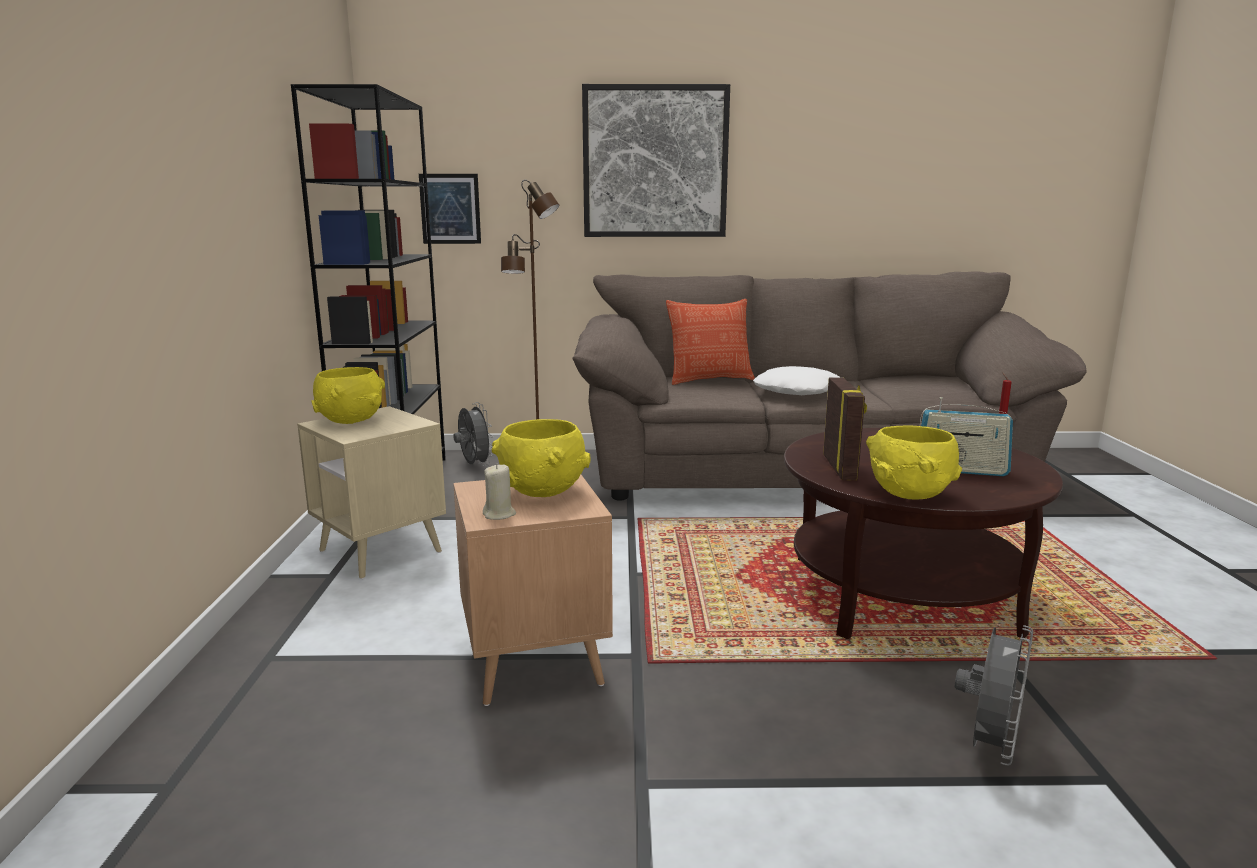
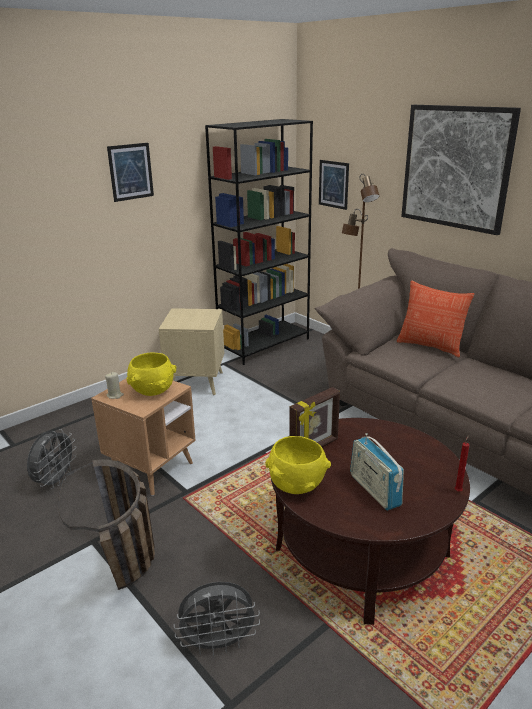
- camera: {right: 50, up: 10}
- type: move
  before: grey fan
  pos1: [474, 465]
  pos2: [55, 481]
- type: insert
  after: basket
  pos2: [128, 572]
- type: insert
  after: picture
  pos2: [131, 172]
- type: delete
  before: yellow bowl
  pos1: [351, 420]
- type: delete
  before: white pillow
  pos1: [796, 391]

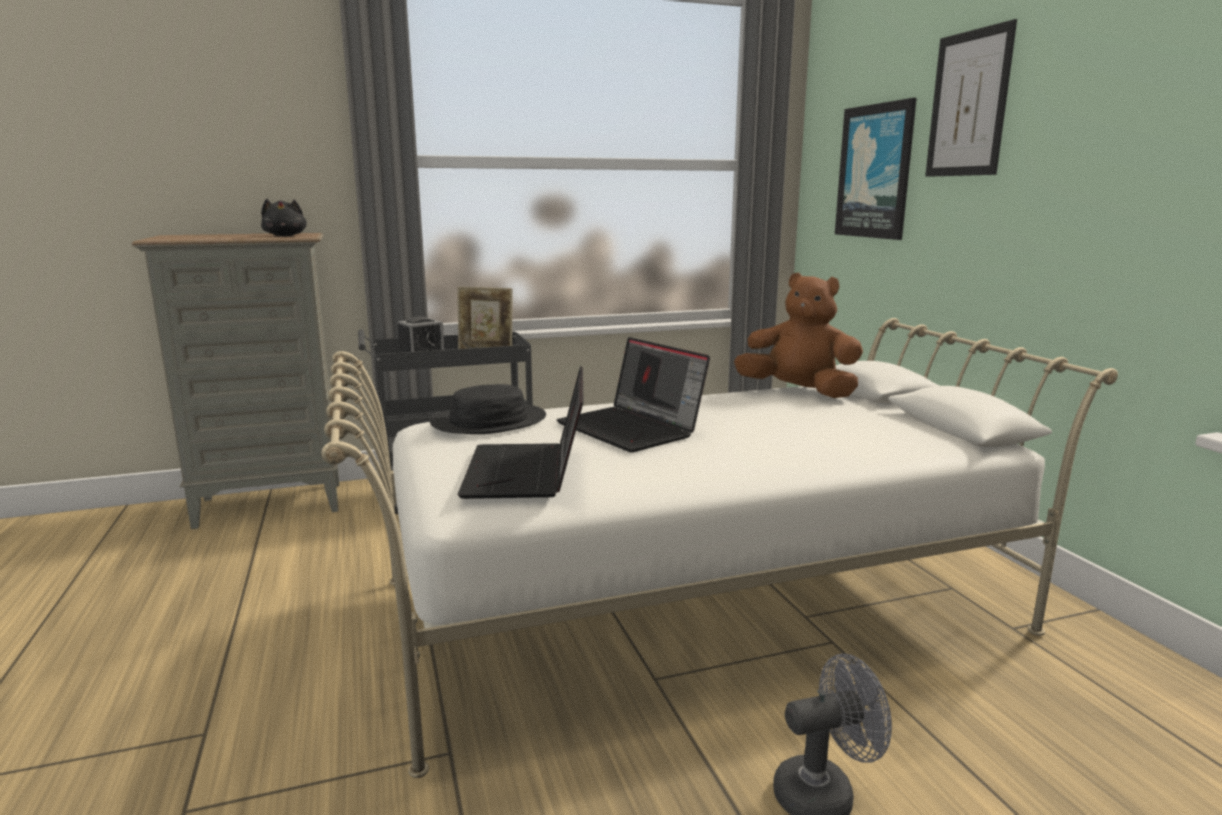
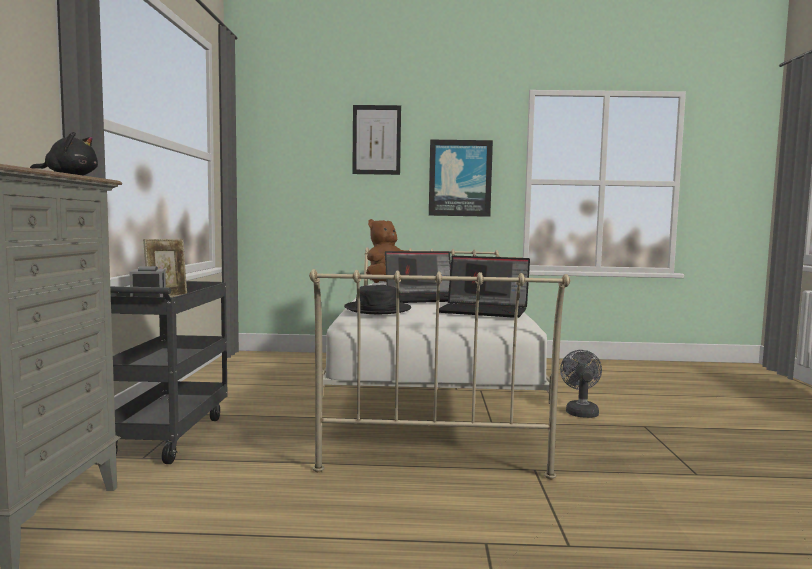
- camera: {right: -70, up: -10}
- type: move
  before: picture
  pos1: [875, 171]
  pos2: [460, 178]

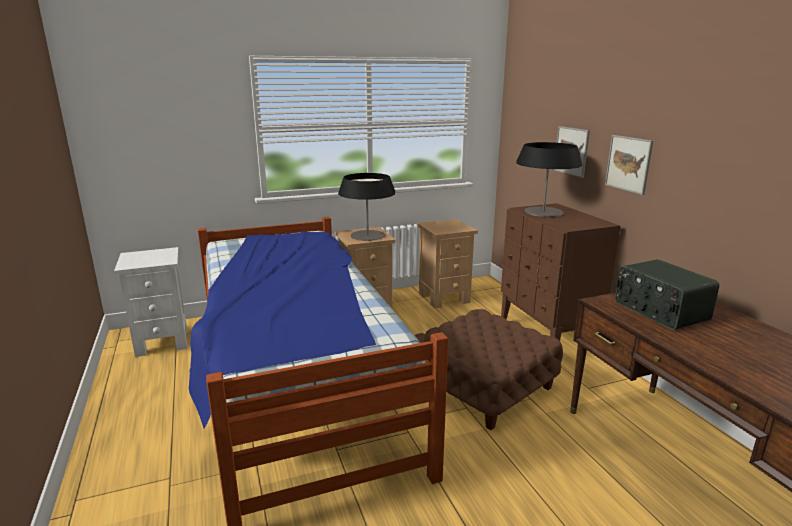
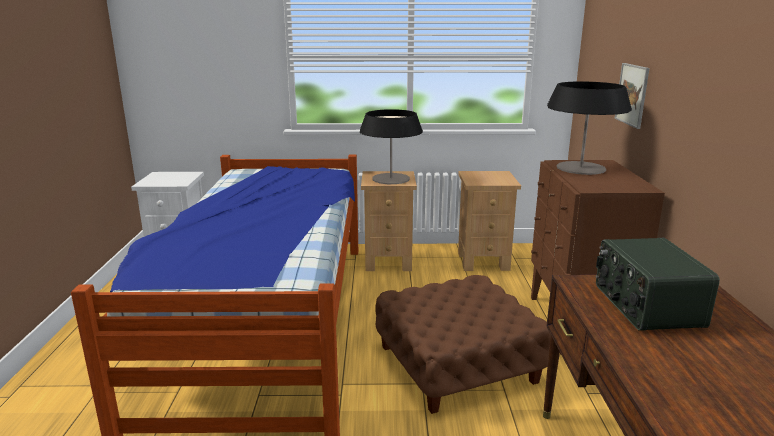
- camera: {right: 20, up: 0}
- type: delete
  before: picture
  pos1: [628, 164]

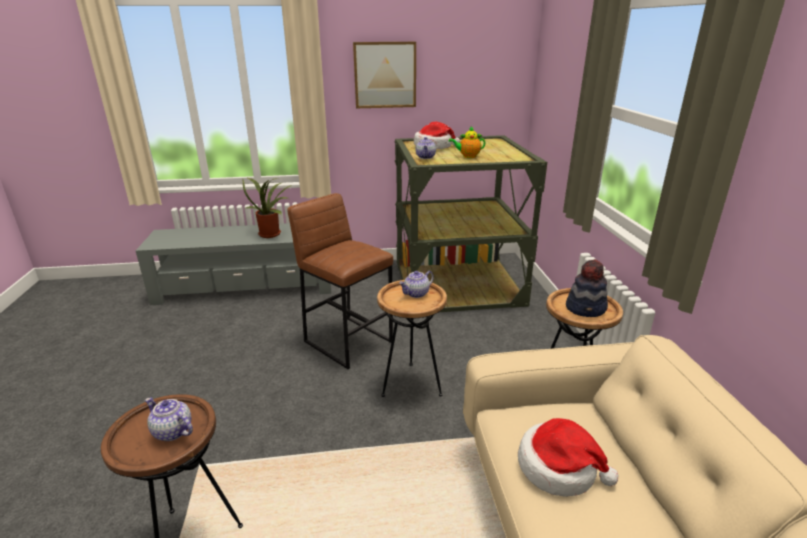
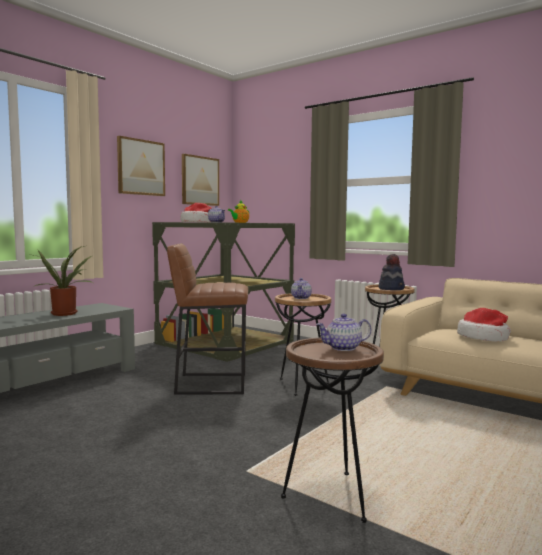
- camera: {right: -45, up: -20}
- type: insert
  after: picture
  pos2: [200, 181]

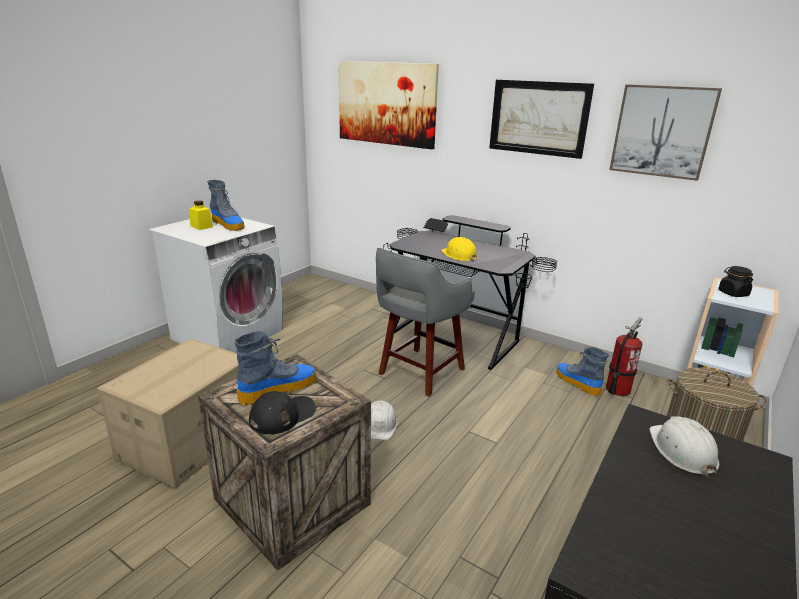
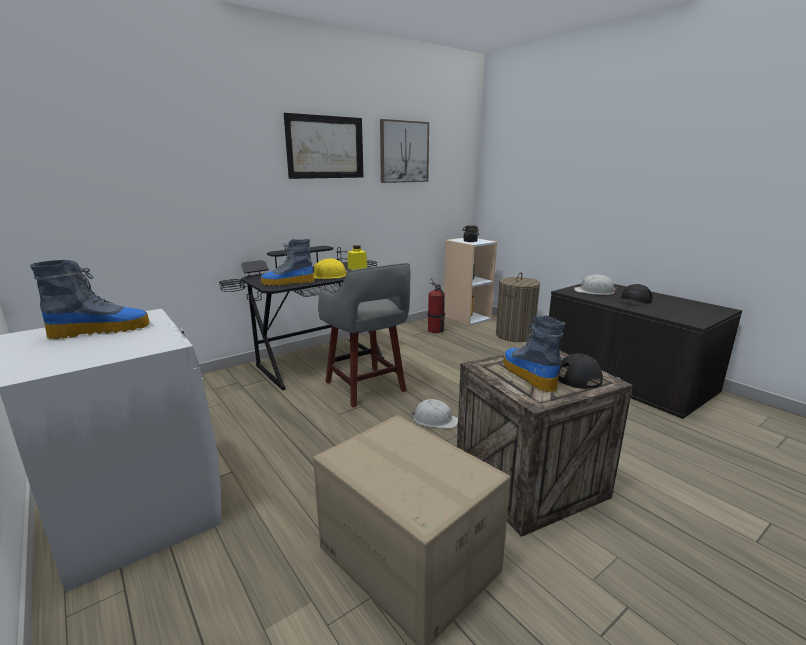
- camera: {right: -70, up: -5}
- type: move
  before: boot
  pos1: [576, 382]
  pos2: [287, 283]
- type: move
  before: yellow jar
  pos1: [201, 226]
  pos2: [357, 268]
- type: insert
  after: black cap
  pos2: [634, 301]
- type: delete
  before: picture
  pos1: [386, 103]

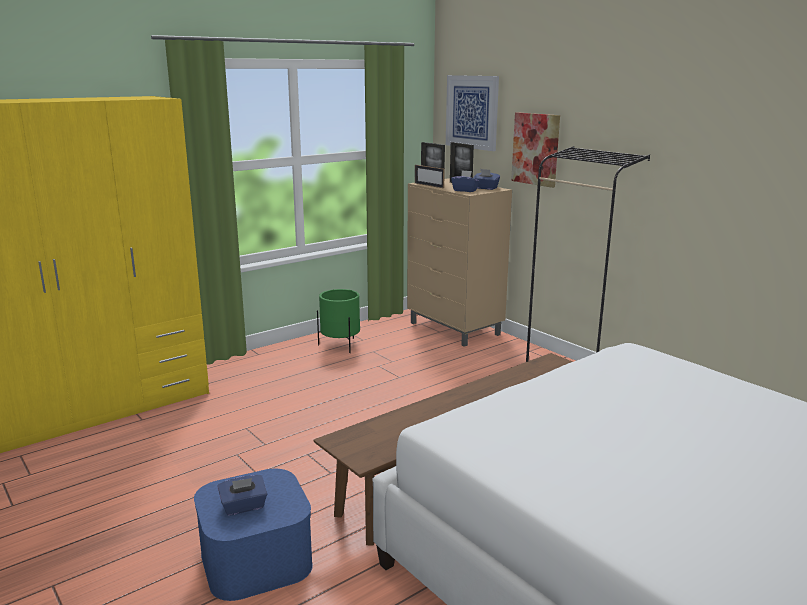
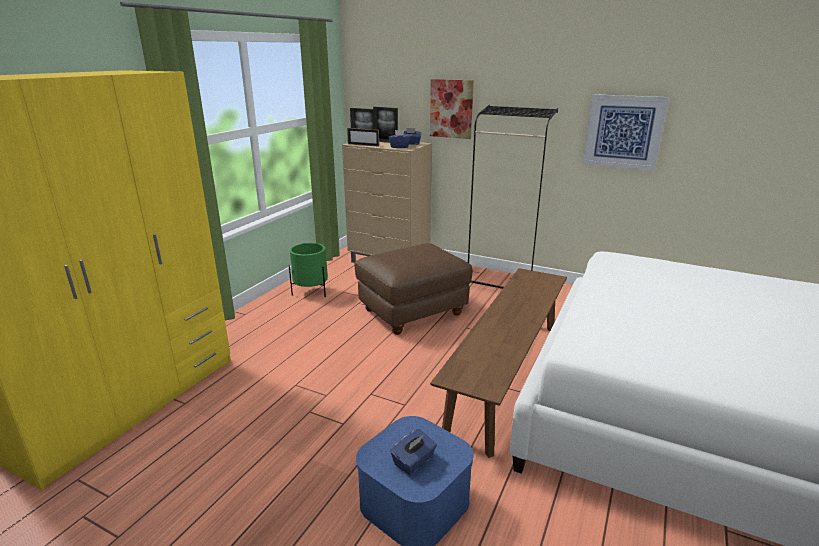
- camera: {right: -25, up: 5}
- type: insert
  after: brown ottoman
  pos2: [413, 310]
- type: move
  before: picture
  pos1: [472, 112]
  pos2: [623, 132]

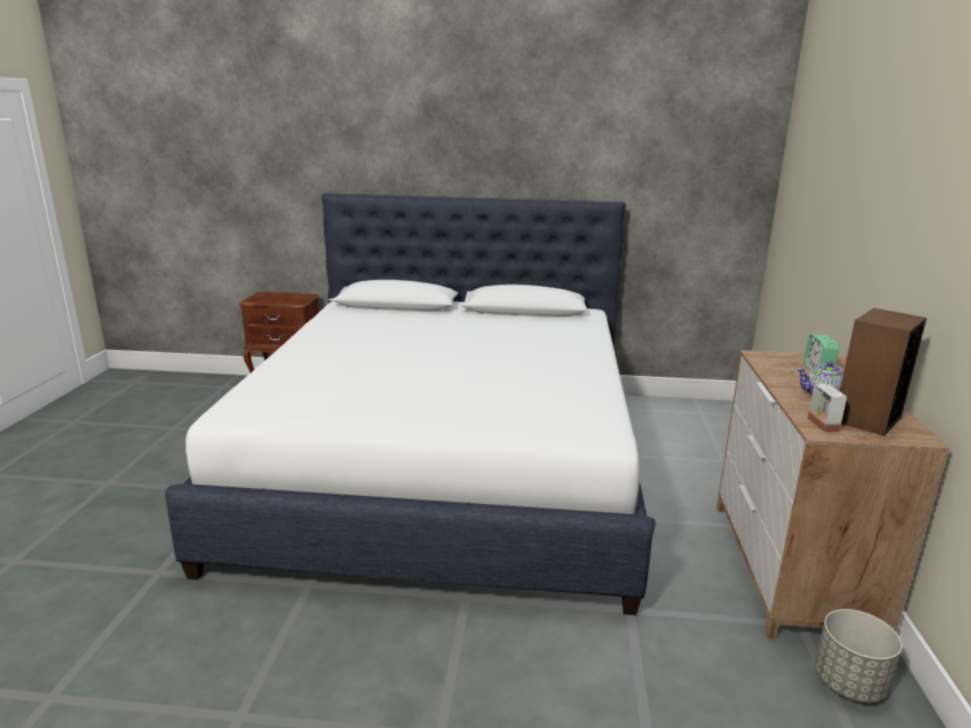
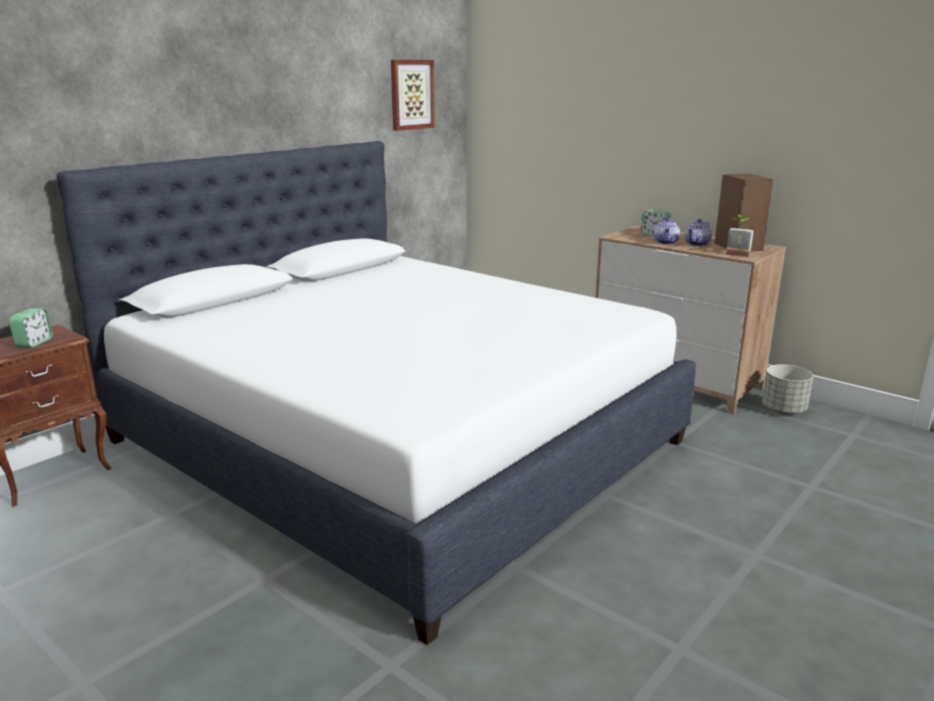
- camera: {right: -55, up: 0}
- type: insert
  after: alarm clock
  pos2: [34, 343]
- type: insert
  after: picture
  pos2: [411, 94]
- type: insert
  after: teapot
  pos2: [666, 242]

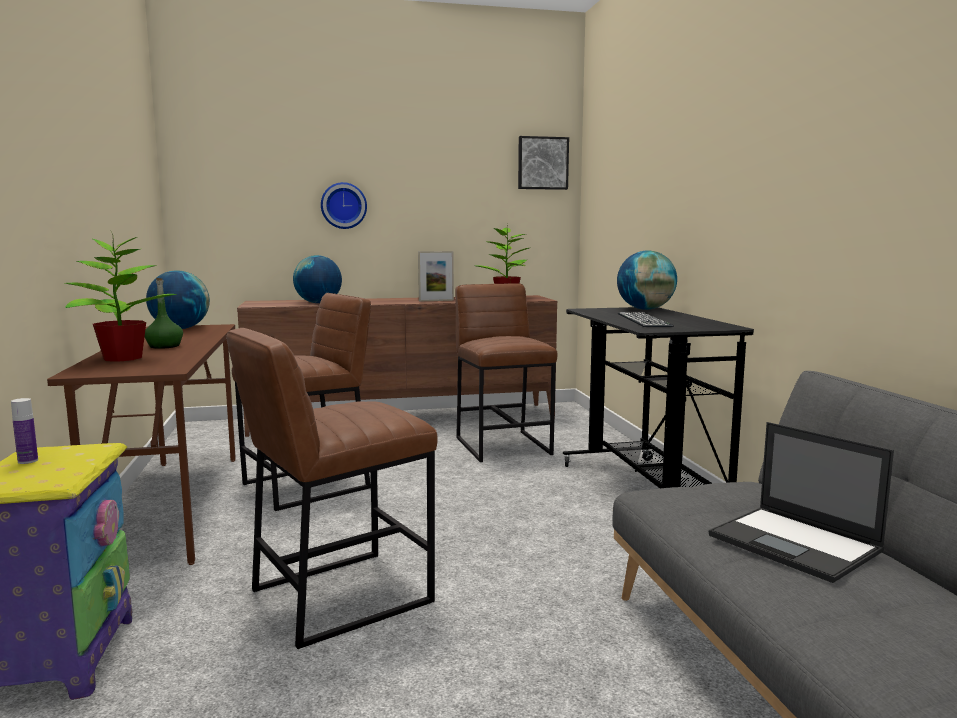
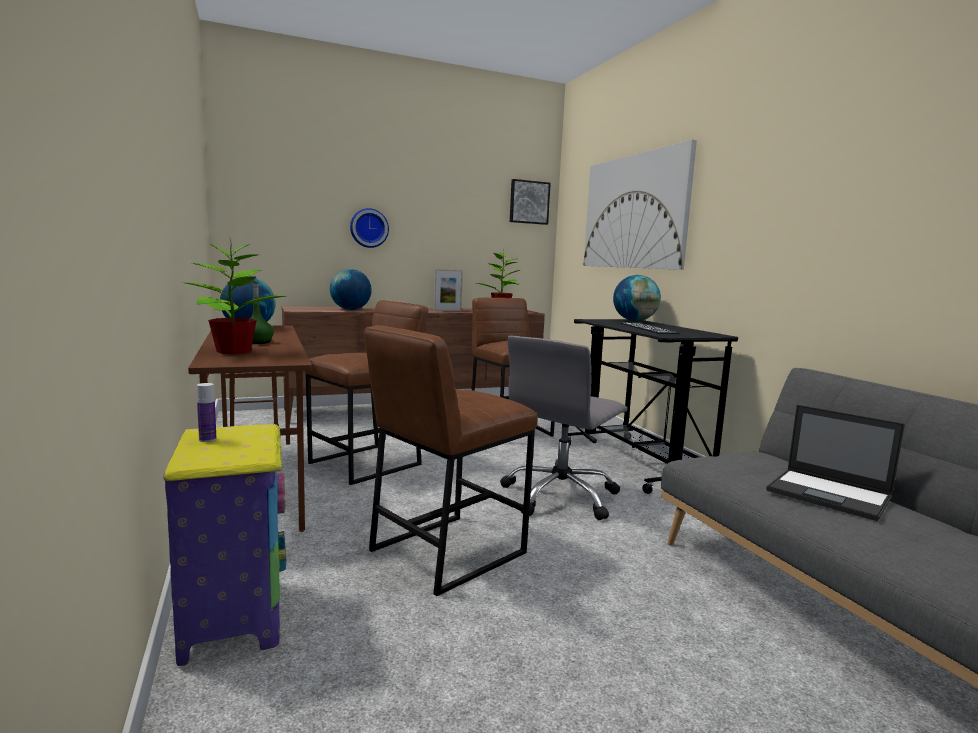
- camera: {right: -10, up: 0}
- type: insert
  after: grey office chair
  pos2: [560, 496]
- type: insert
  after: picture
  pos2: [634, 212]

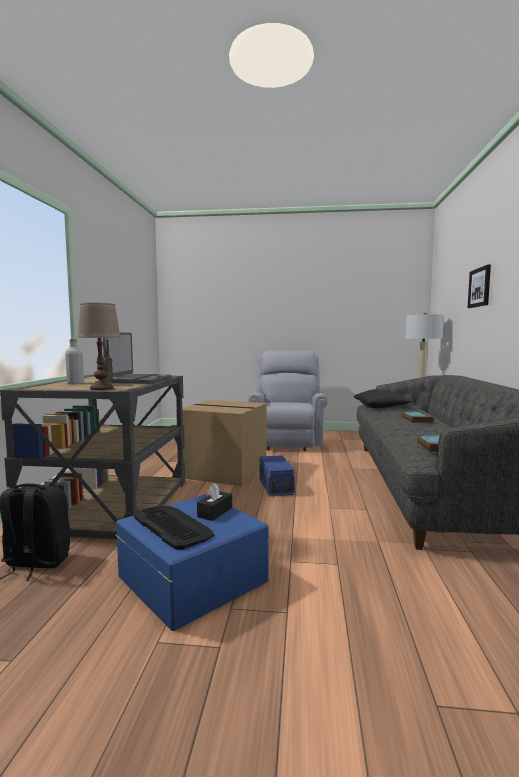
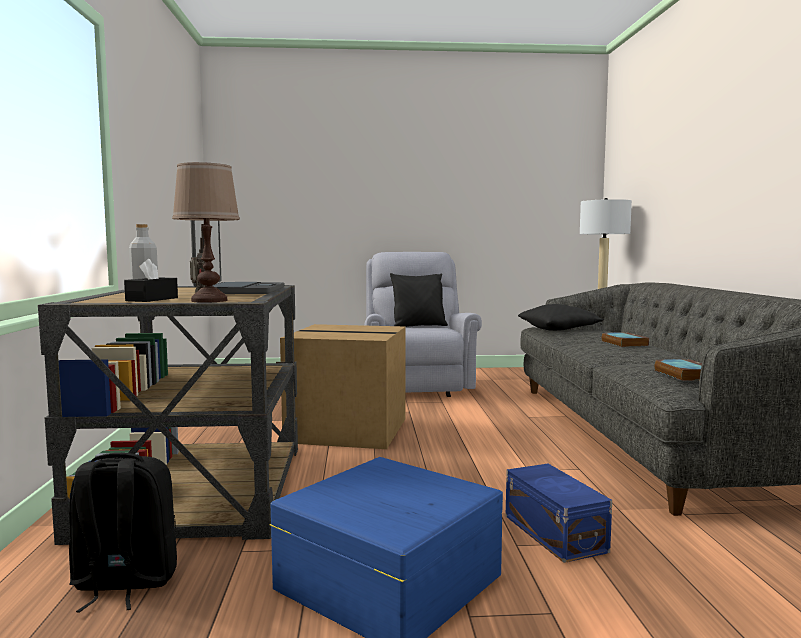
- camera: {right: -10, up: 0}
- type: move
  before: black tissue box
  pos1: [215, 512]
  pos2: [152, 299]
- type: insert
  after: black pillow
  pos2: [418, 326]
- type: move
  before: blue storage box
  pos1: [276, 486]
  pos2: [554, 532]
- type: delete
  before: keyboard
  pos1: [172, 526]
- type: delete
  before: picture
  pos1: [480, 287]

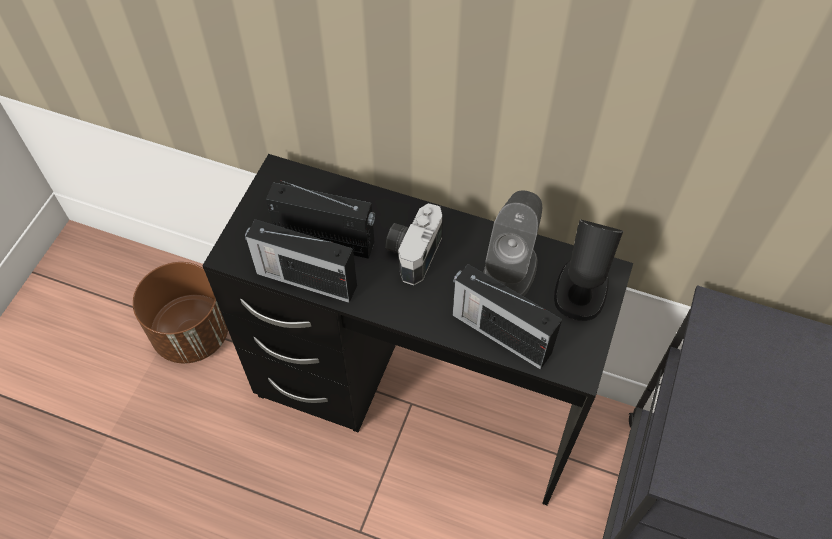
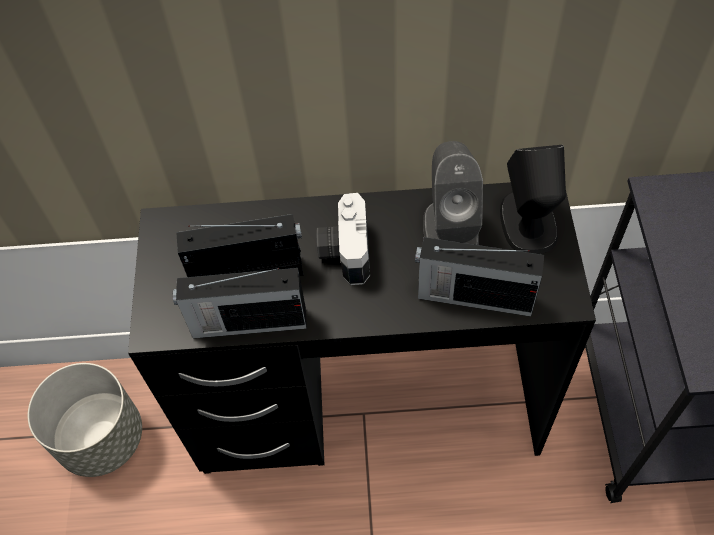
- camera: {right: -20, up: 0}
- type: recolor
  before: brown planter
  after: grey planter
  pos1: [192, 333]
  pos2: [102, 437]

